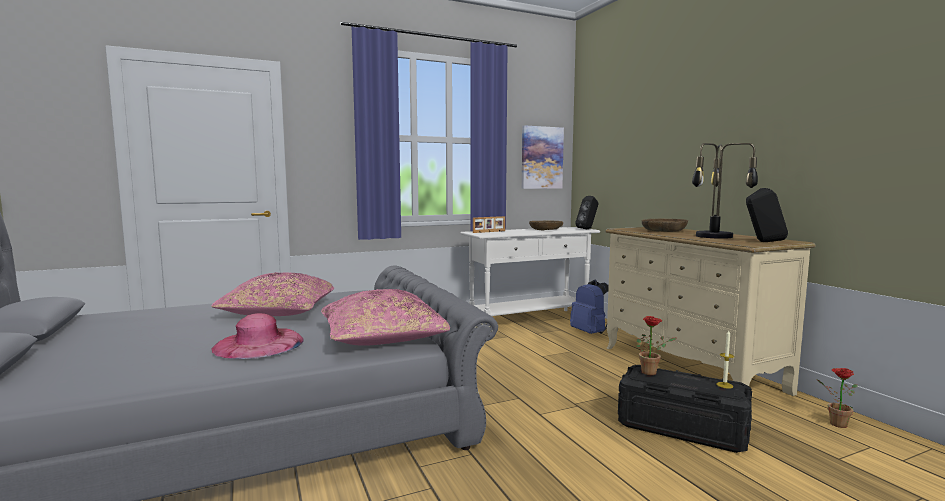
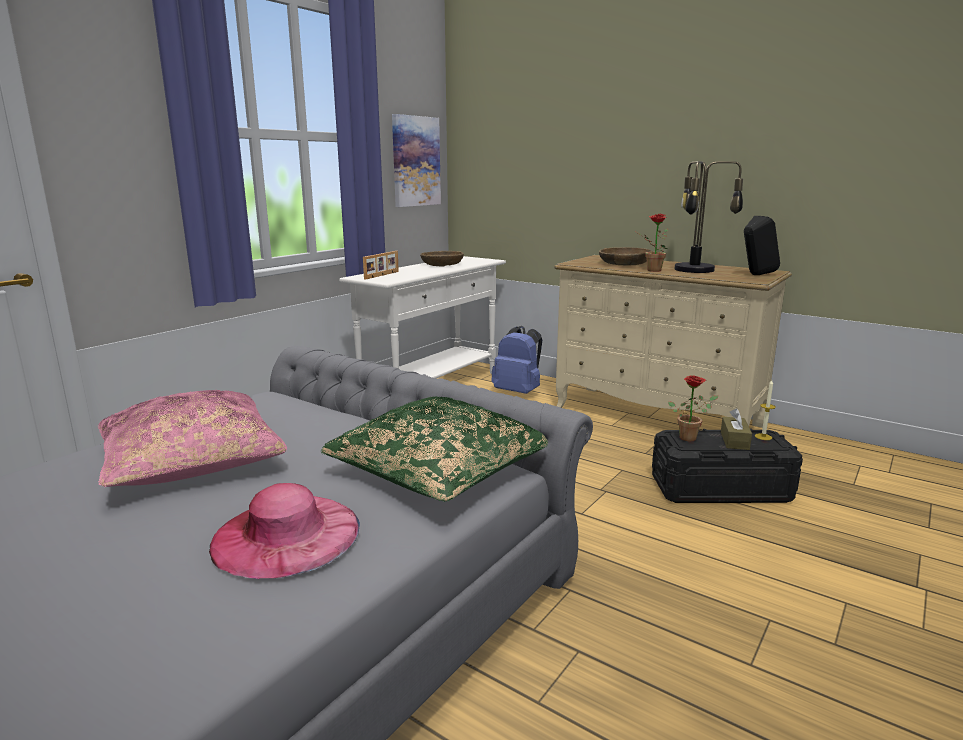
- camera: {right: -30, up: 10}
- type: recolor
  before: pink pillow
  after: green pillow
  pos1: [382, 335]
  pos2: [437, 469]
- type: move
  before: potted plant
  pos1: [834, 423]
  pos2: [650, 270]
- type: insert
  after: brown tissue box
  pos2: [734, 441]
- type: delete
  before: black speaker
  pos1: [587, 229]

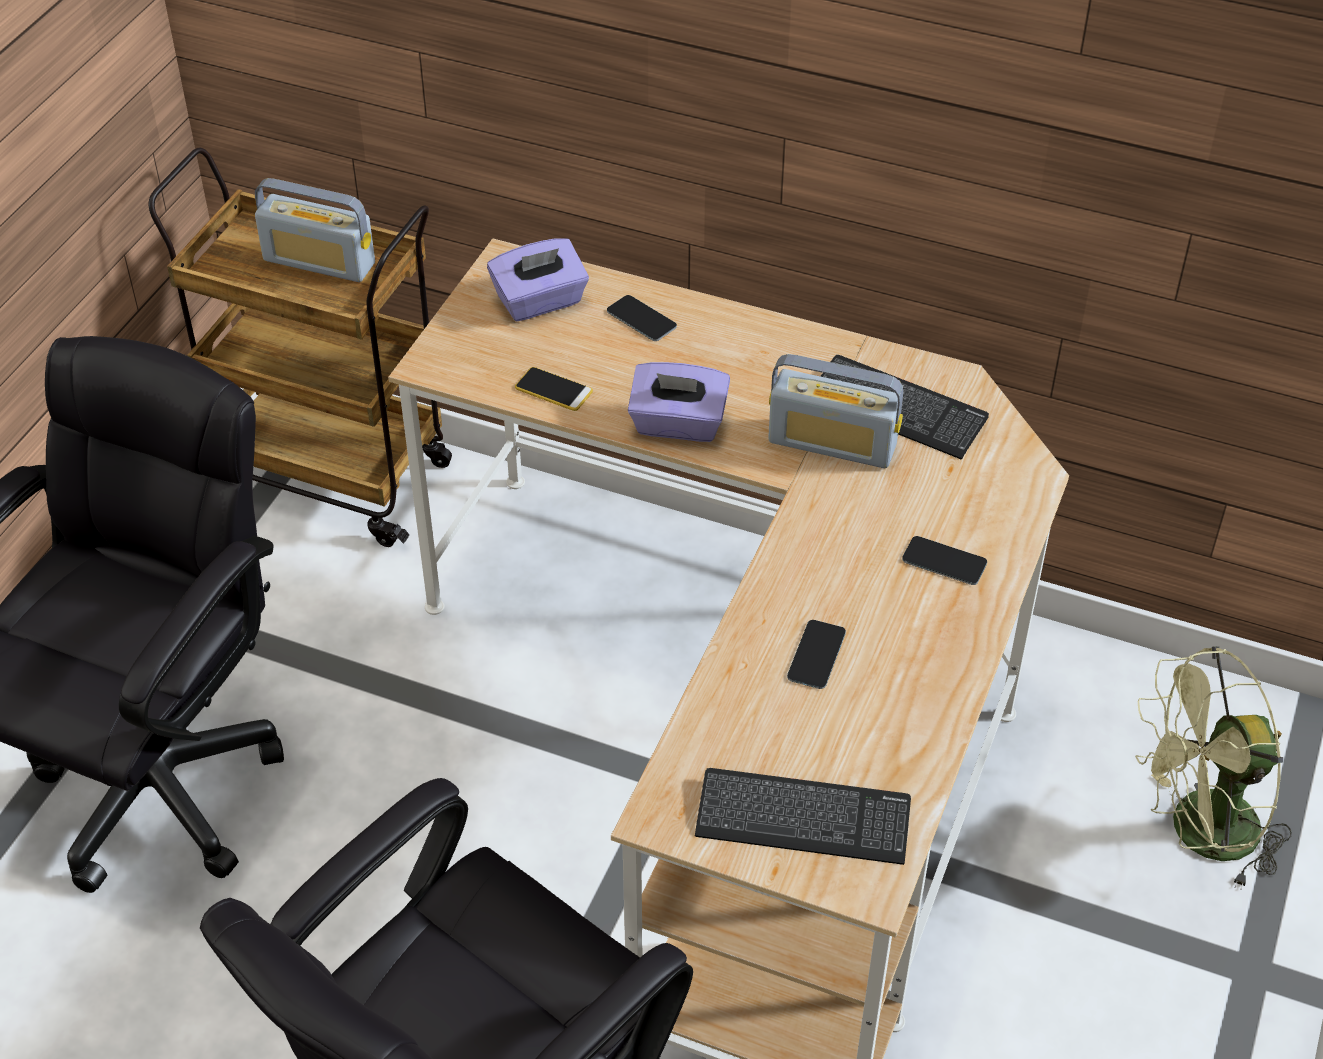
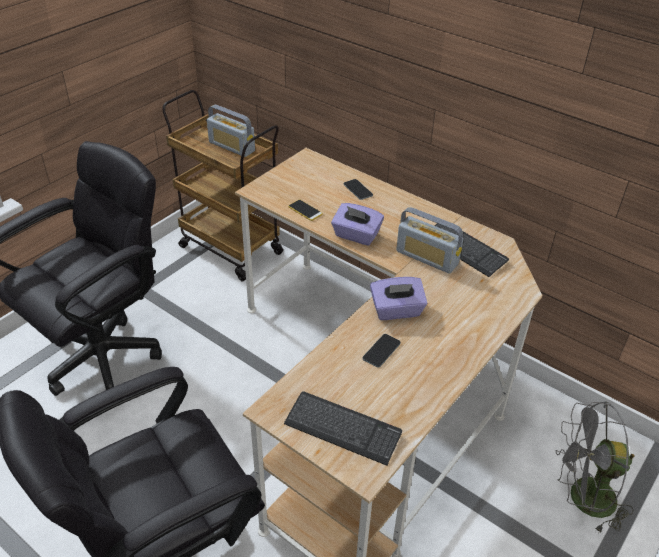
- camera: {right: 15, up: -5}
- type: move
  before: purple tissue box
  pos1: [540, 302]
  pos2: [396, 311]
- type: recolor
  before: green fan
  after: grey fan
  pos1: [1198, 834]
  pos2: [582, 499]
- type: delete
  before: phone
  pos1: [944, 561]

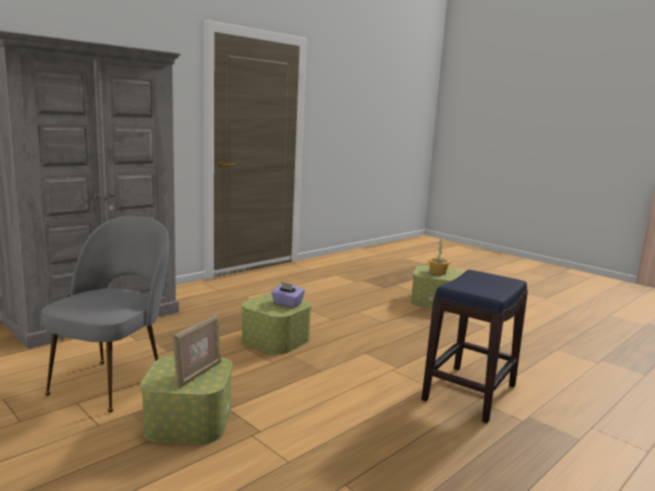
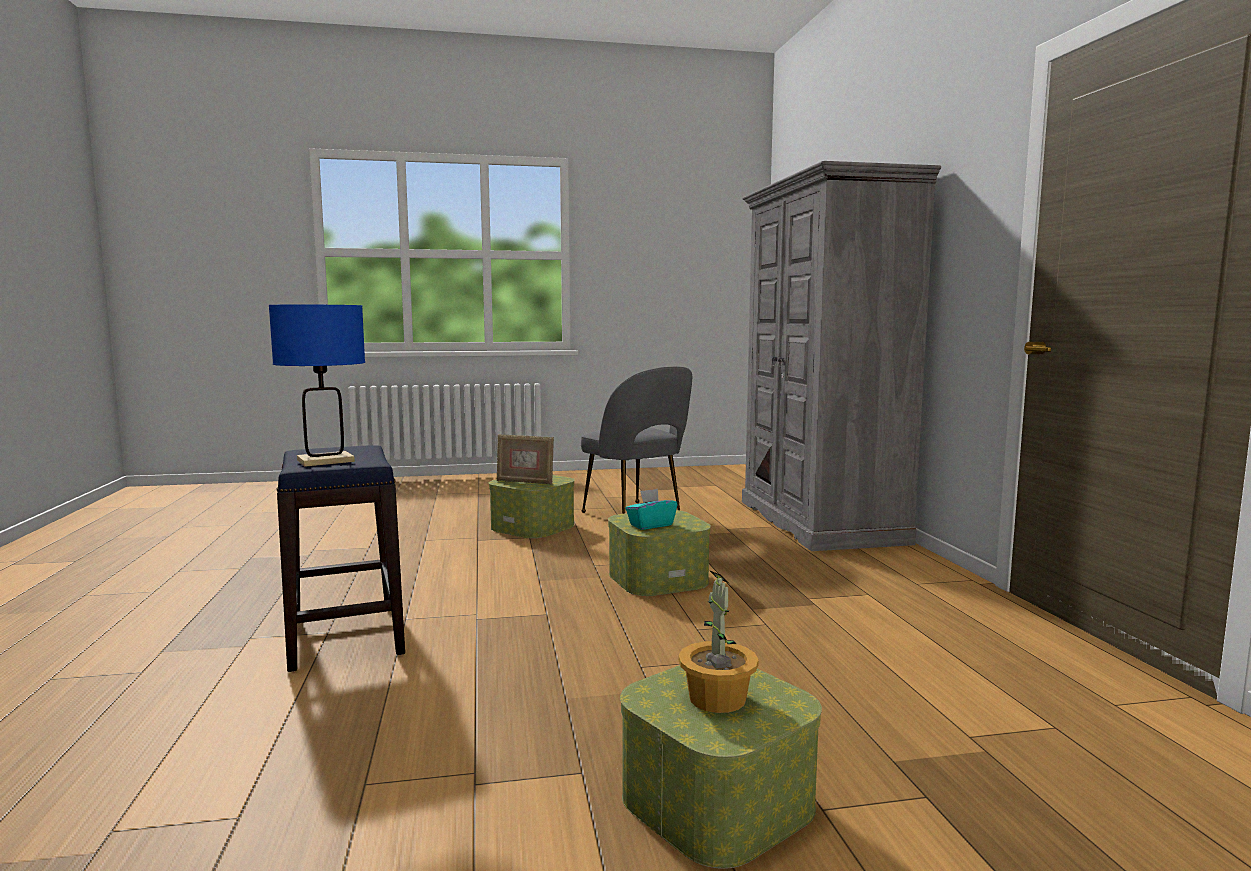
- camera: {right: 125, up: -5}
- type: insert
  after: blue table lamp
  pos2: [325, 461]
- type: rotate
  before: picture frame
  pos1: [198, 373]
  pos2: [525, 482]
  turn: -45
- type: recolor
  before: purple tissue box
  after: turquoise tissue box
  pos1: [287, 304]
  pos2: [651, 525]

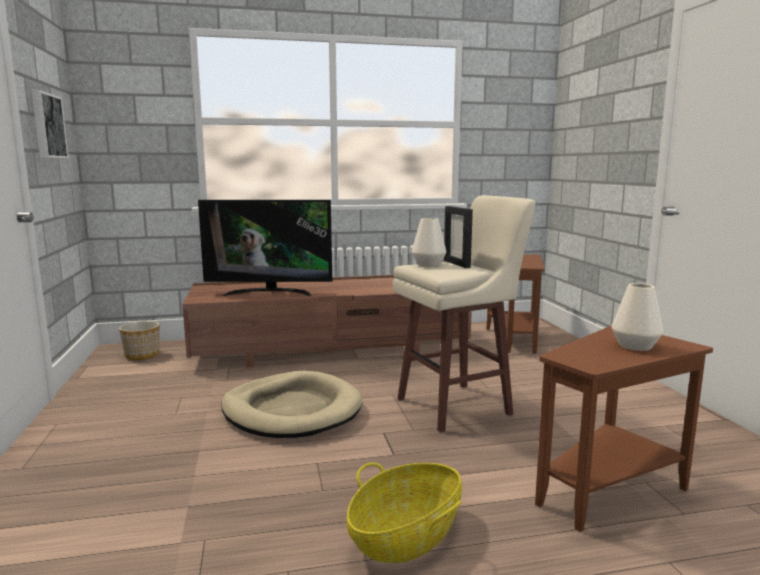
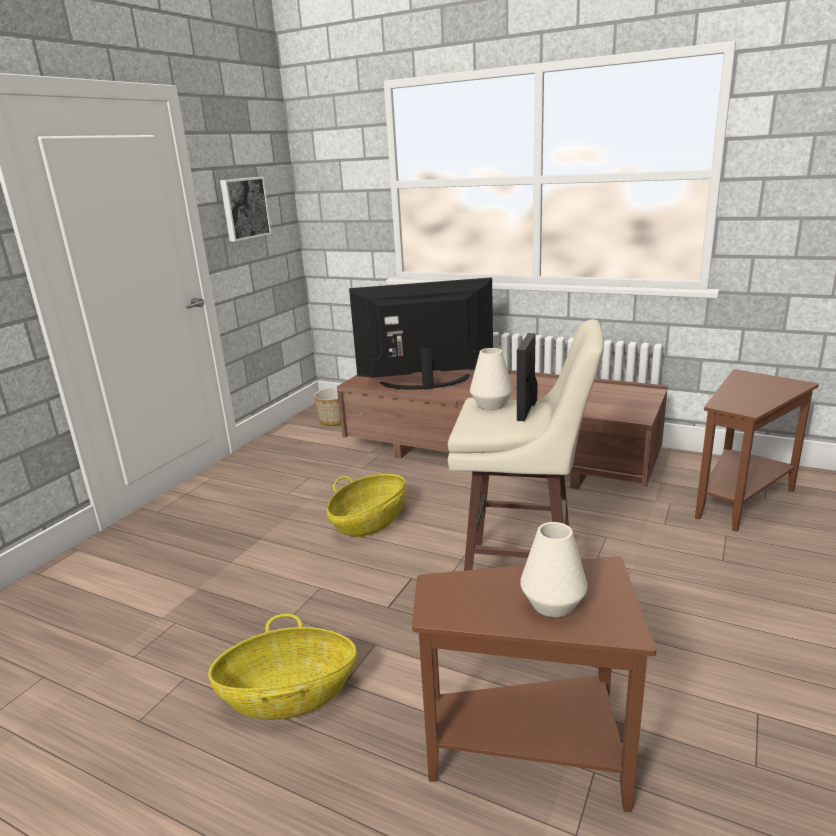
- camera: {right: 40, up: 10}
- type: replace
  before: beige dog bed
  after: basket
  pos1: [292, 410]
  pos2: [370, 522]
- type: rotate
  before: television
  pos1: [269, 292]
  pos2: [427, 384]
  turn: 135

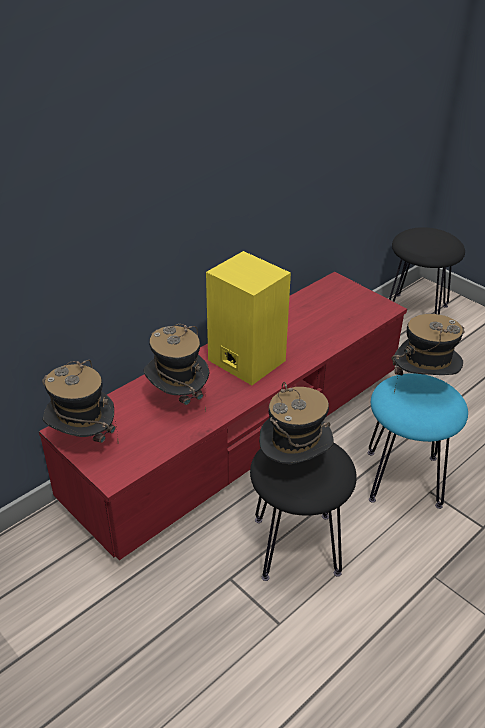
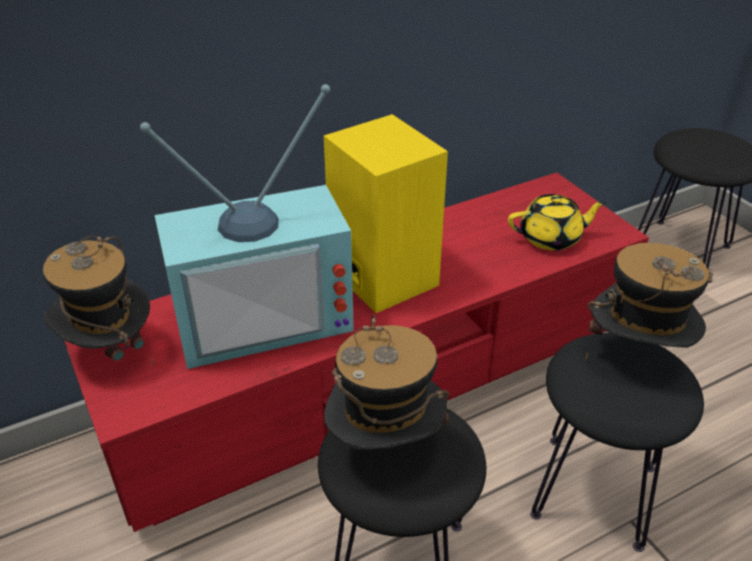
- camera: {right: 15, up: 0}
- type: replace
  before: hat
  after: television
  pos1: [178, 399]
  pos2: [264, 316]
- type: insert
  after: yellow teapot
  pos2: [551, 238]
- type: recolor
  before: turquoise stool
  after: black stool
  pos1: [403, 478]
  pos2: [594, 490]

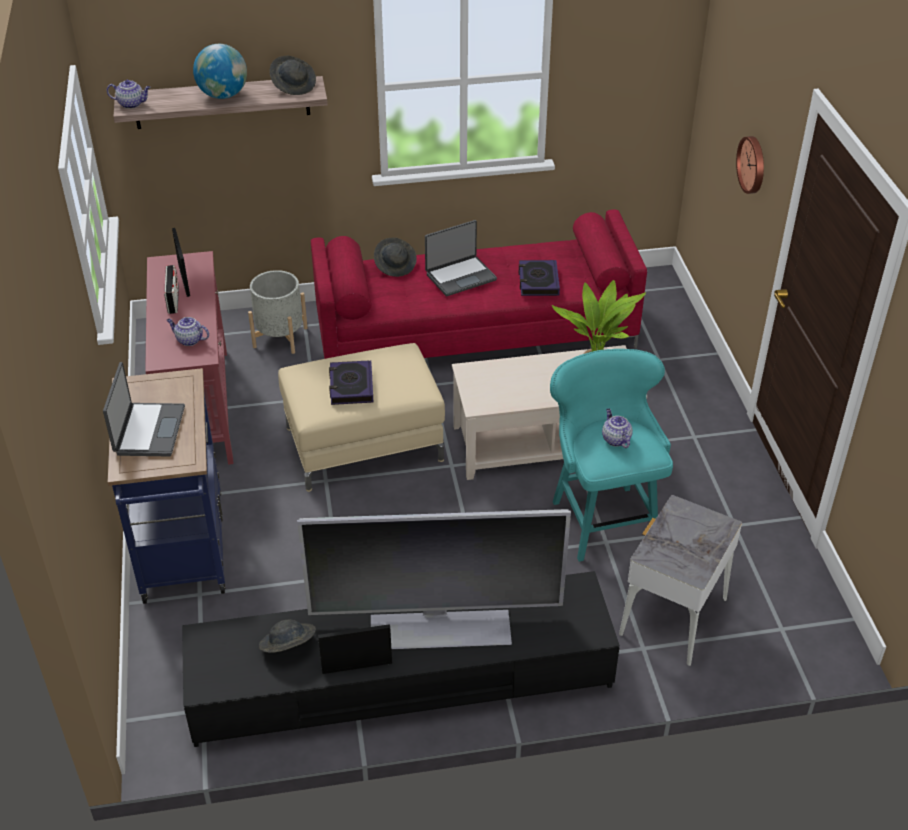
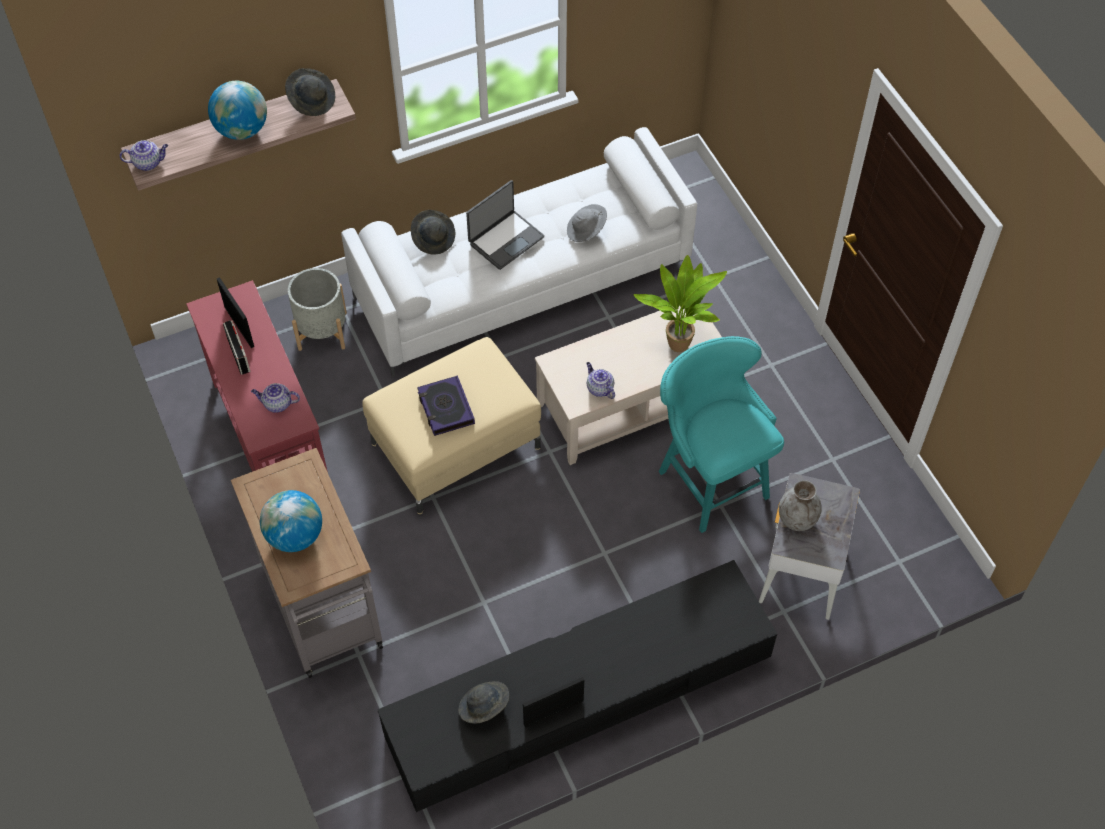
- camera: {right: -15, up: 15}
- type: recolor
  before: blue cart
  after: grey cart
  pos1: [183, 551]
  pos2: [324, 610]
- type: replace
  before: laptop
  after: globe
  pos1: [148, 431]
  pos2: [295, 536]
- type: recolor
  before: red sofa
  after: white sofa
  pos1: [476, 332]
  pos2: [522, 281]
- type: replace
  before: book
  after: grey hat
  pos1: [538, 281]
  pos2: [586, 230]
- type: move
  before: teapot
  pos1: [615, 439]
  pos2: [599, 388]
- type: insert
  after: grey vase
  pos2: [797, 519]
- type: delete
  before: television
  pos1: [439, 627]
- type: delete
  before: wall clock
  pos1: [753, 164]

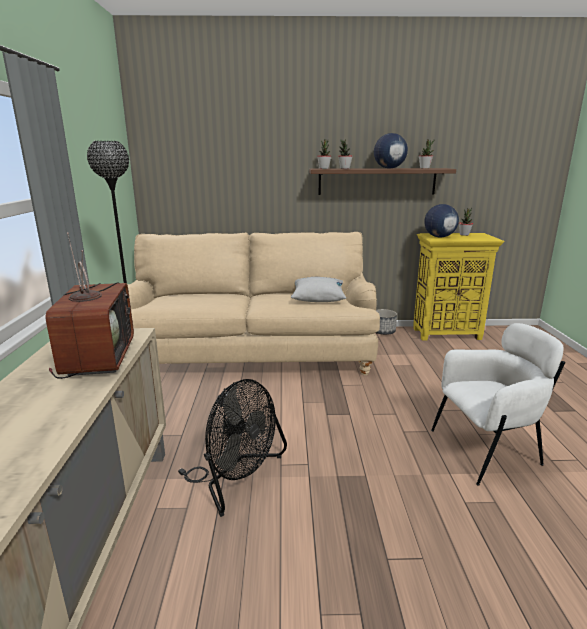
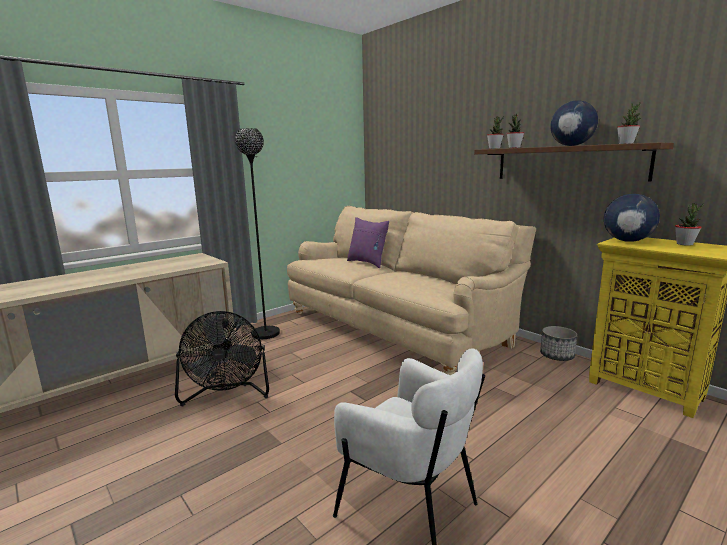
- camera: {right: 50, up: -5}
- type: insert
  after: purple pillow
  pos2: [367, 263]
- type: delete
  before: television
  pos1: [97, 357]
- type: delete
  before: grey pillow
  pos1: [318, 299]

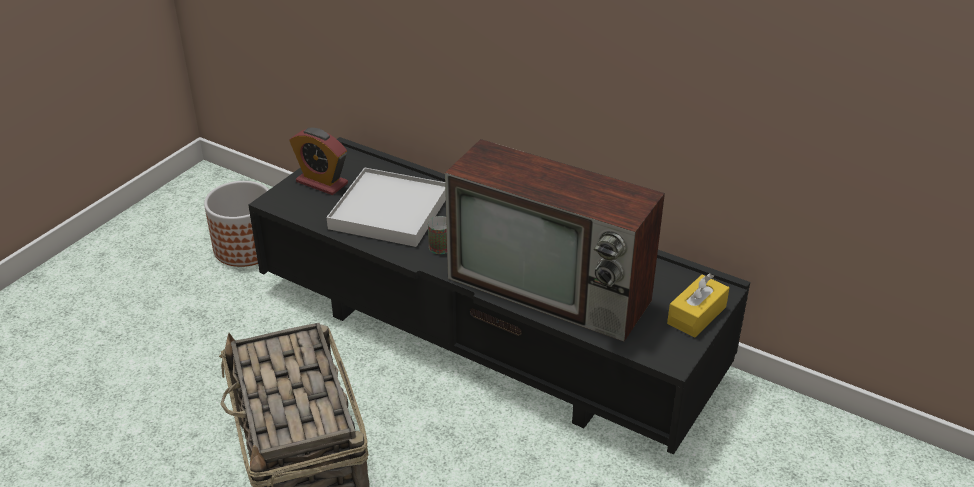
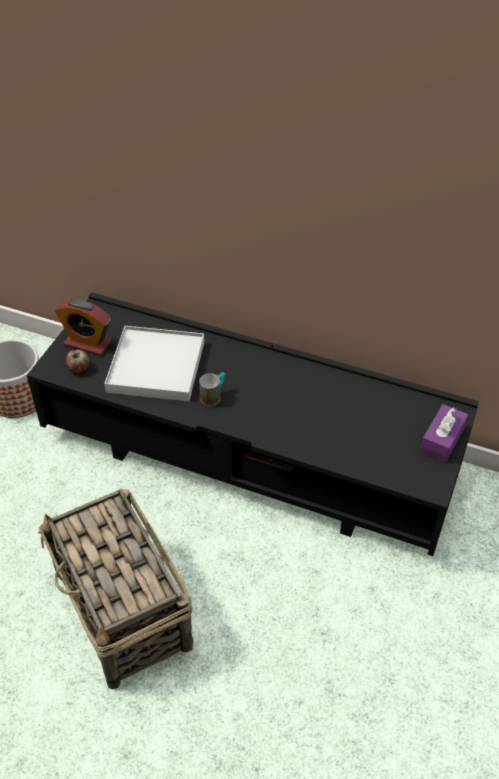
- camera: {right: -10, up: 10}
- type: insert
  after: apple
  pos2: [78, 368]
- type: recolor
  before: yellow tissue box
  after: purple tissue box
  pos1: [696, 315]
  pos2: [442, 440]
- type: delete
  before: television
  pos1: [552, 290]

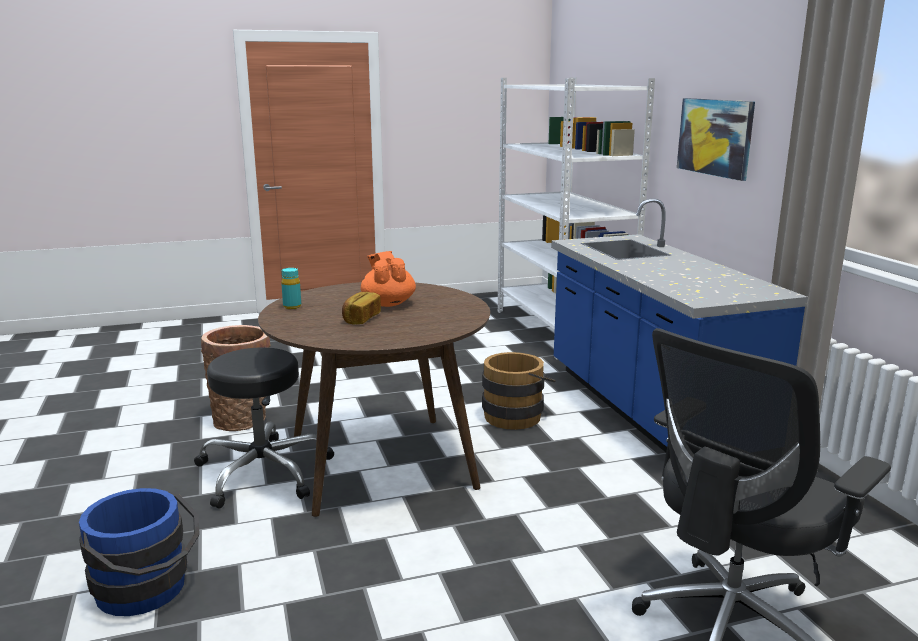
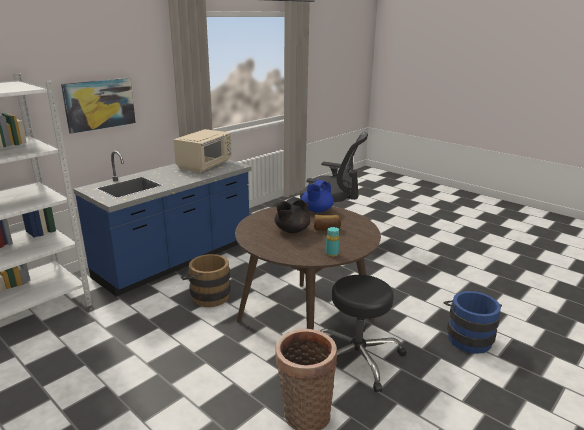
- camera: {right: -120, up: 5}
- type: insert
  after: beige microwave
  pos2: [205, 165]
- type: recolor
  before: orange teapot
  after: black teapot
  pos1: [388, 303]
  pos2: [291, 230]
- type: insert
  after: blue teapot
  pos2: [316, 210]

